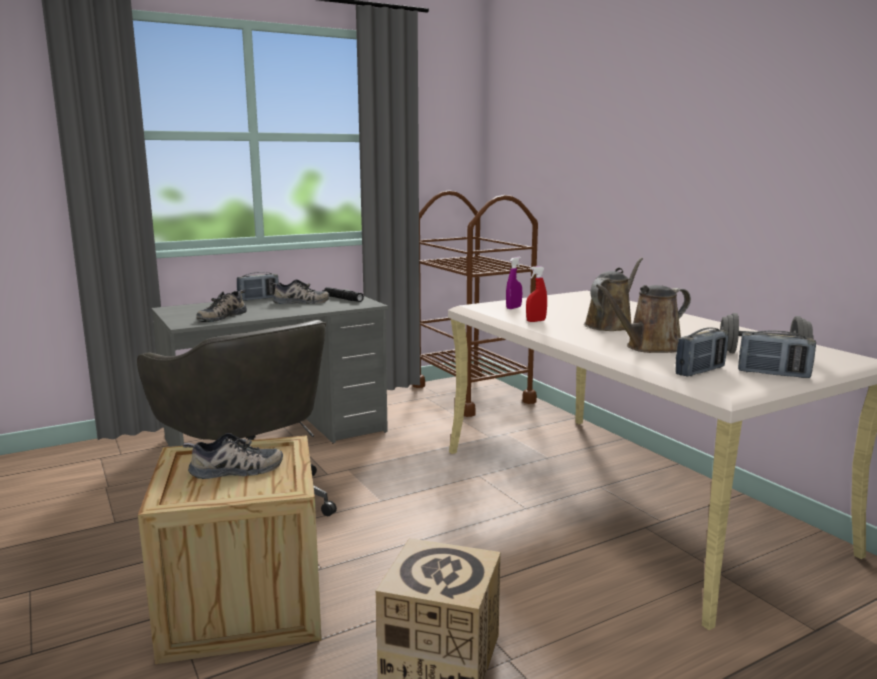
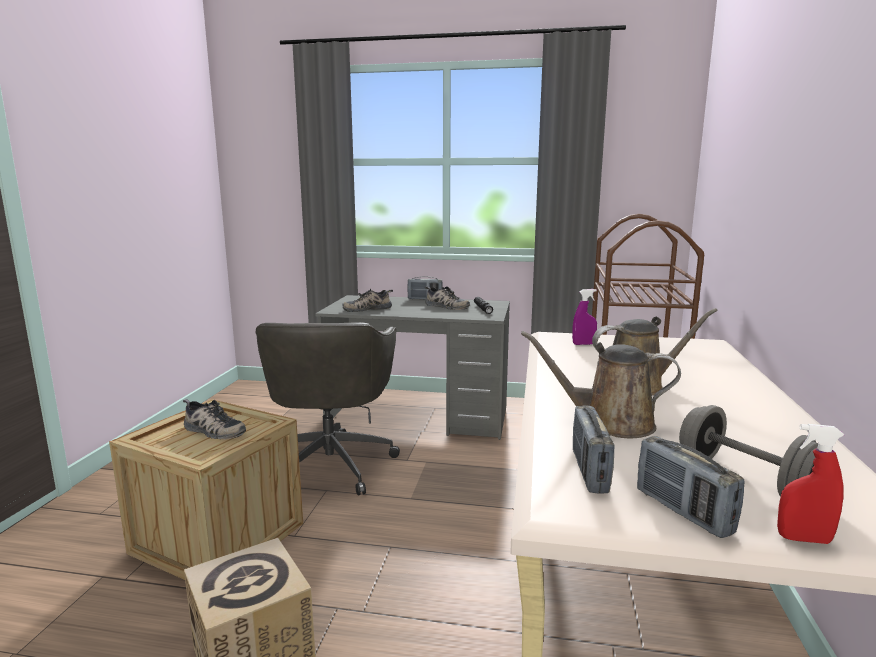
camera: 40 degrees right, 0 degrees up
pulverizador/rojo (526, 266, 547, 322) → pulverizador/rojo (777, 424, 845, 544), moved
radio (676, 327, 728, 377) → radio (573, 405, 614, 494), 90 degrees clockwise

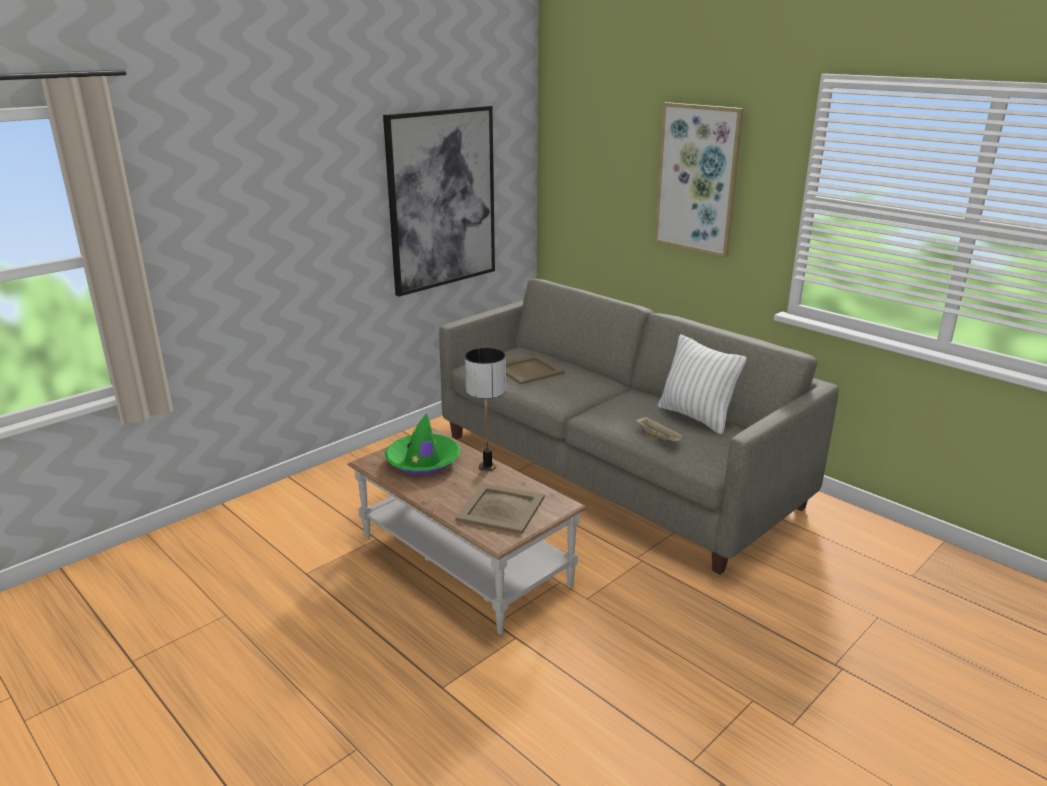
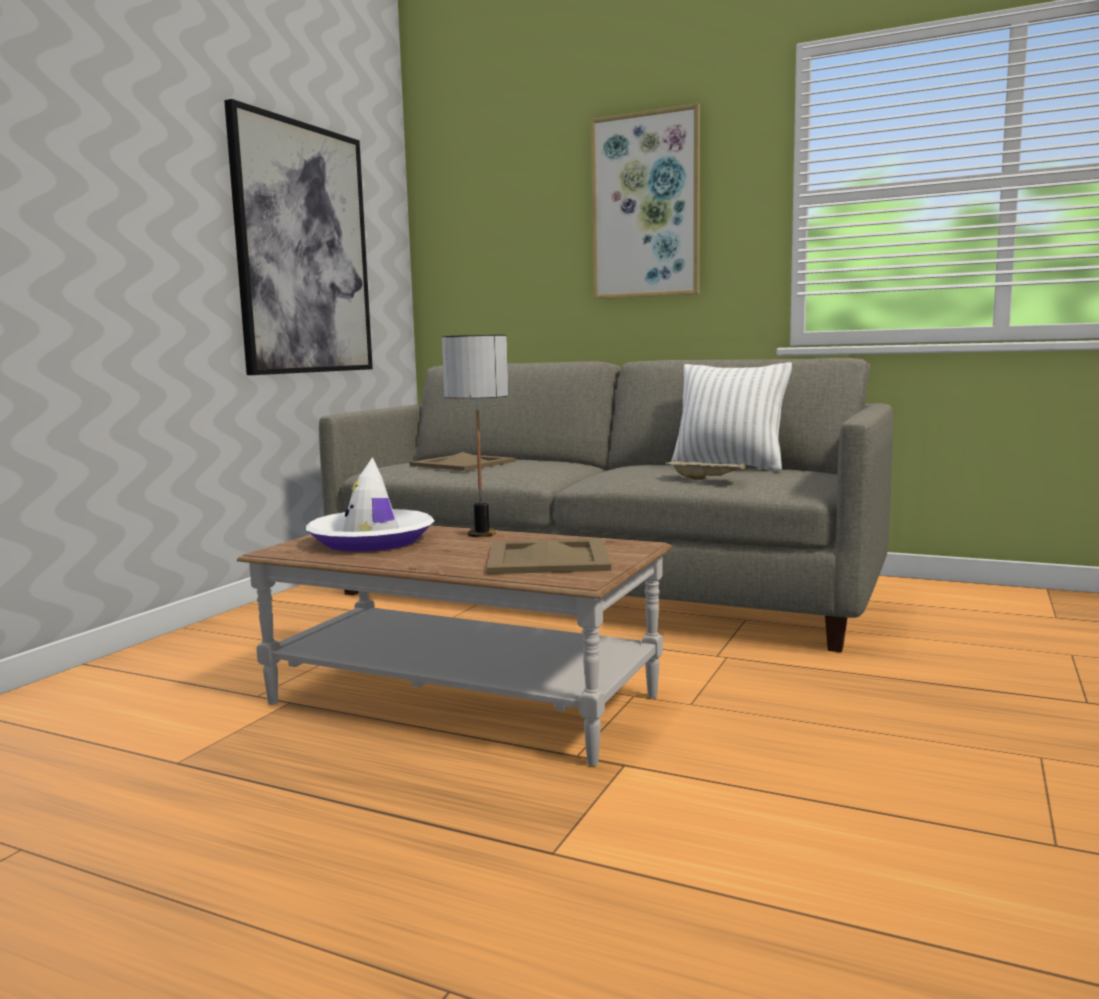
camera: 20 degrees left, 15 degrees down
sombrero/verde (385, 413, 461, 475) → sombrero/blanco (306, 457, 435, 552)

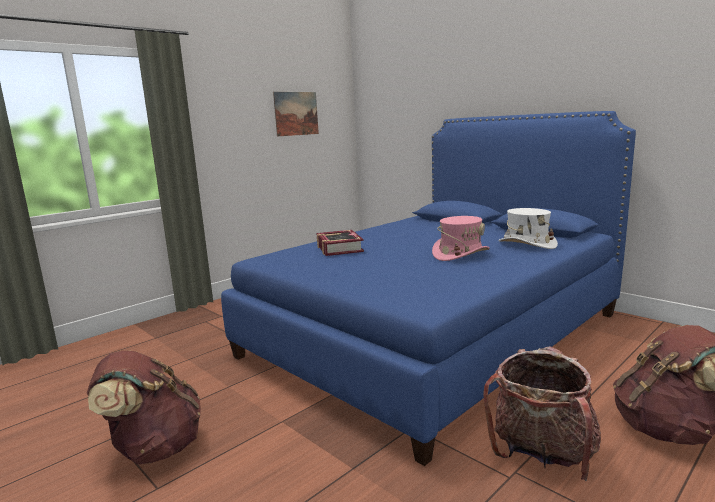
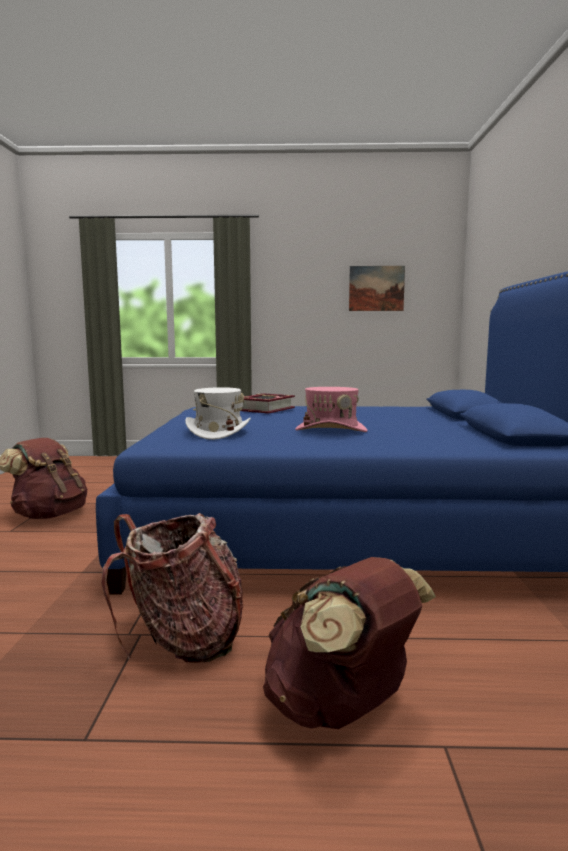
camera: 45 degrees right, 5 degrees down
sombrero/blanco (499, 208, 558, 249) → sombrero/blanco (185, 387, 251, 440), moved

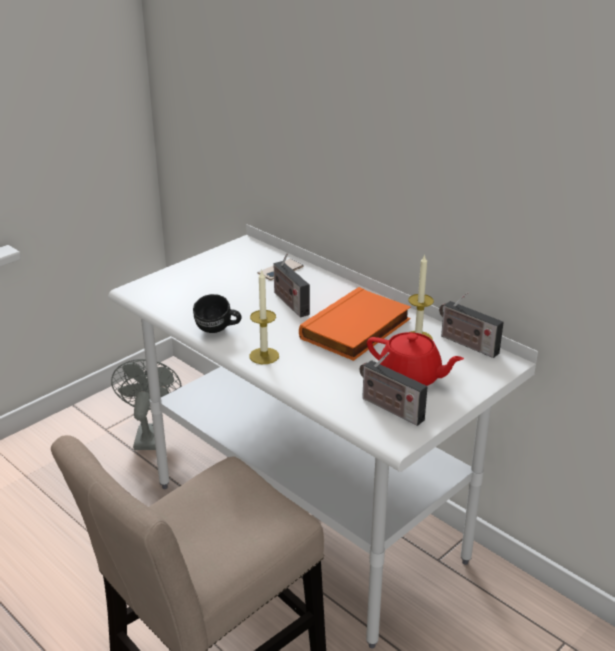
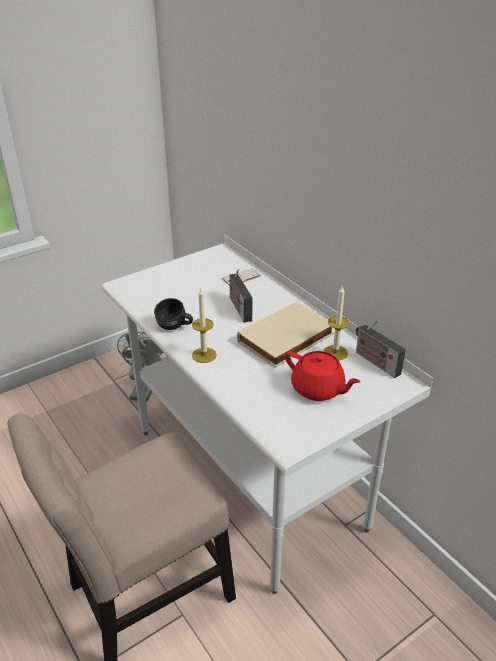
camera: 10 degrees right, 5 degrees up
libro/naranja (299, 287, 411, 361) → libro/beis (237, 301, 334, 368)
radio (360, 352, 428, 426) → -

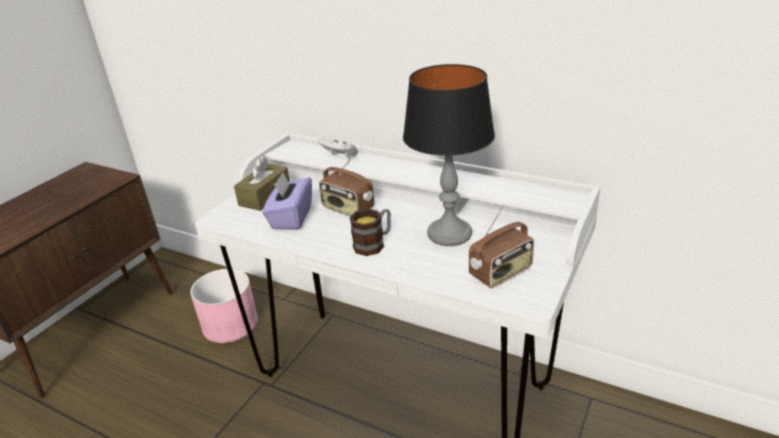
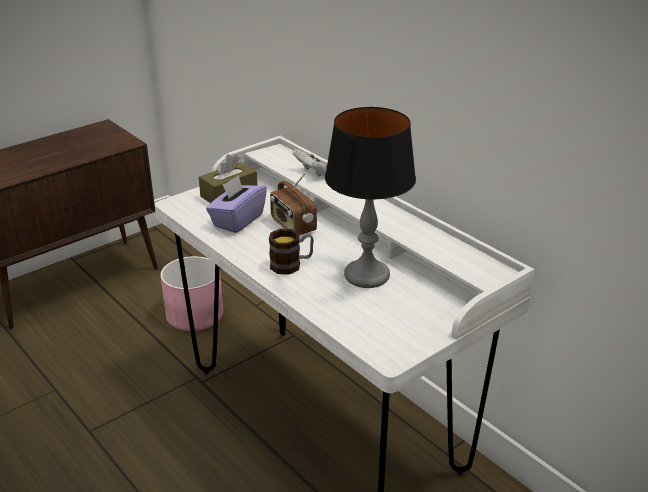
camera: 20 degrees right, 0 degrees up
radio (469, 204, 534, 288) → -

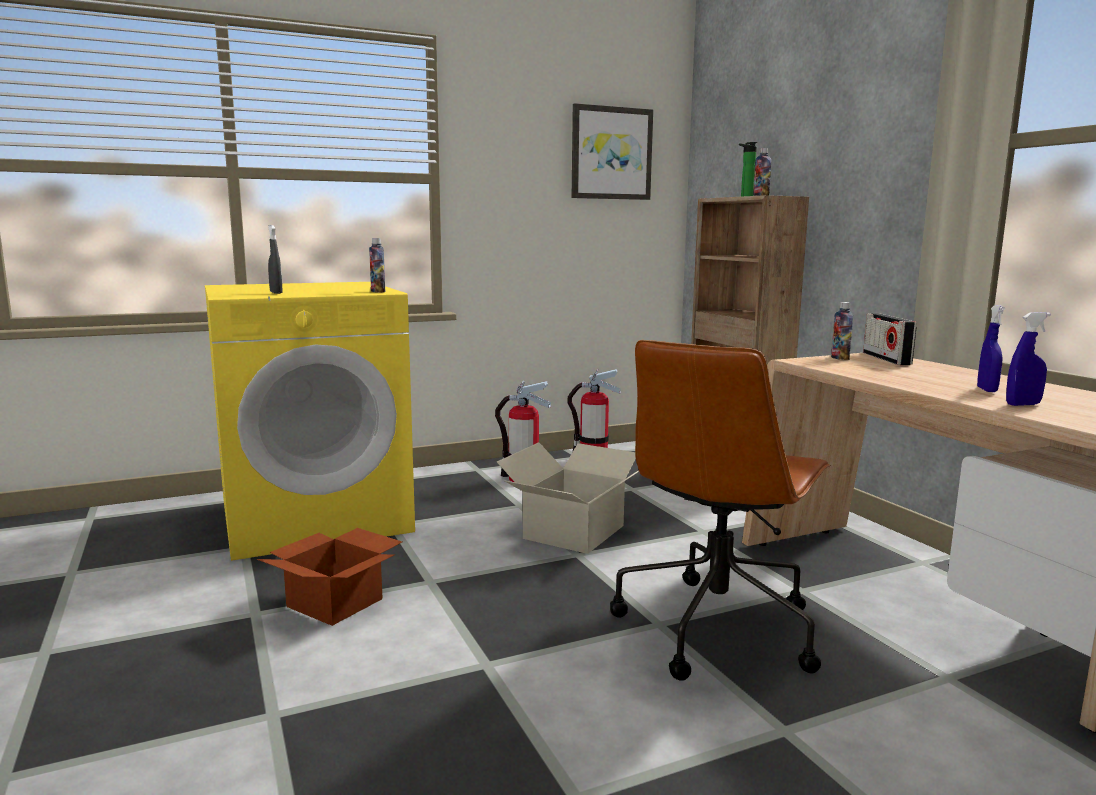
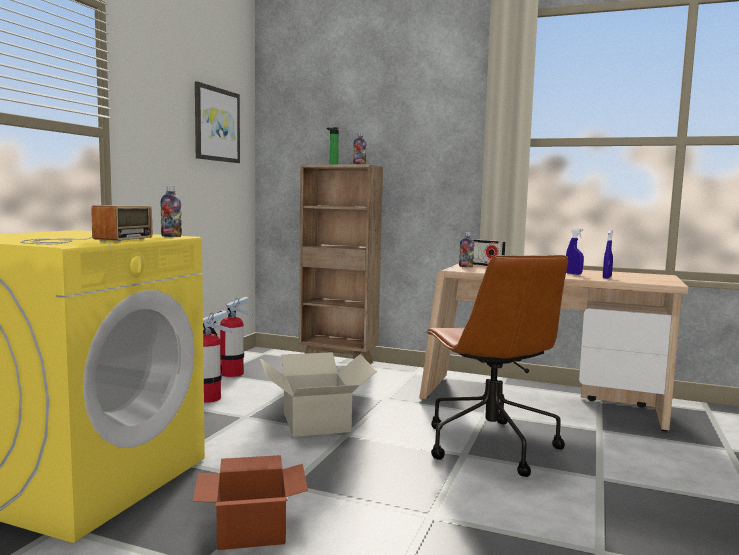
camera: 45 degrees left, 5 degrees down
pulverizador/gris (268, 225, 283, 294) → radio (20, 205, 152, 244)

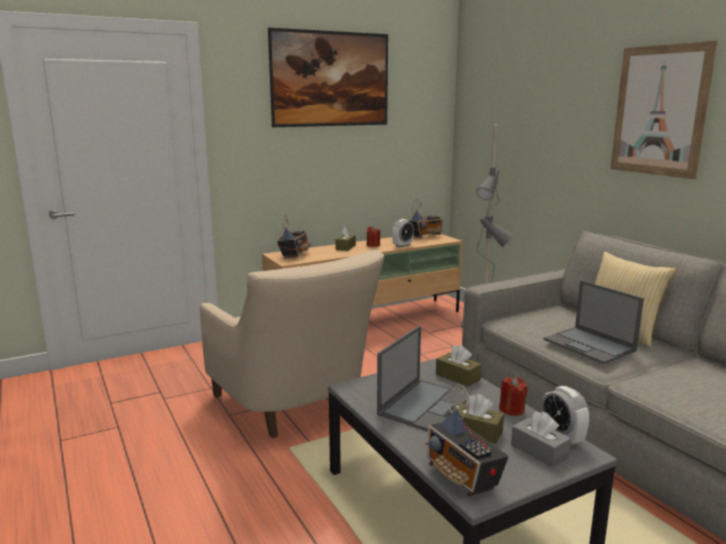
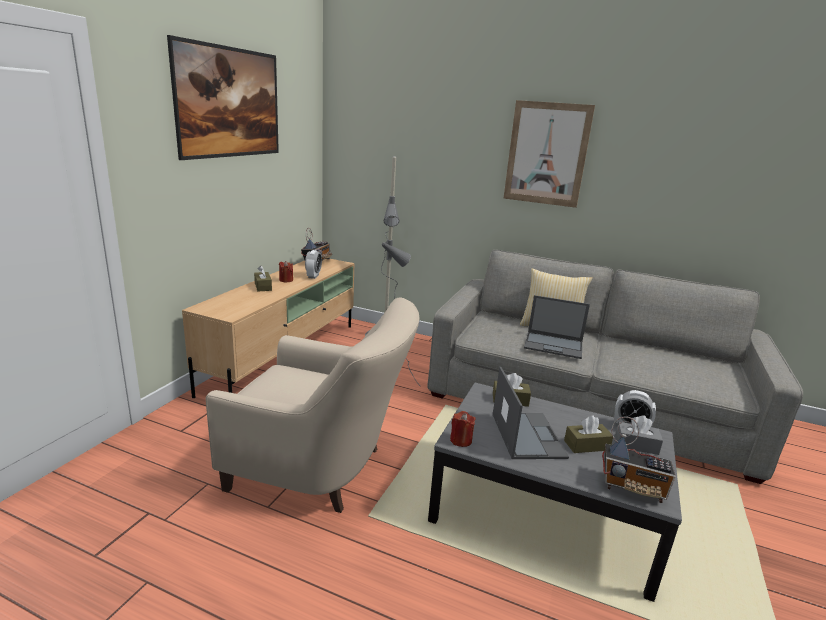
camera: 40 degrees left, 5 degrees up
radio (277, 215, 311, 258) → -
vela/rojo (499, 377, 528, 416) → vela/rojo (450, 411, 476, 447), moved

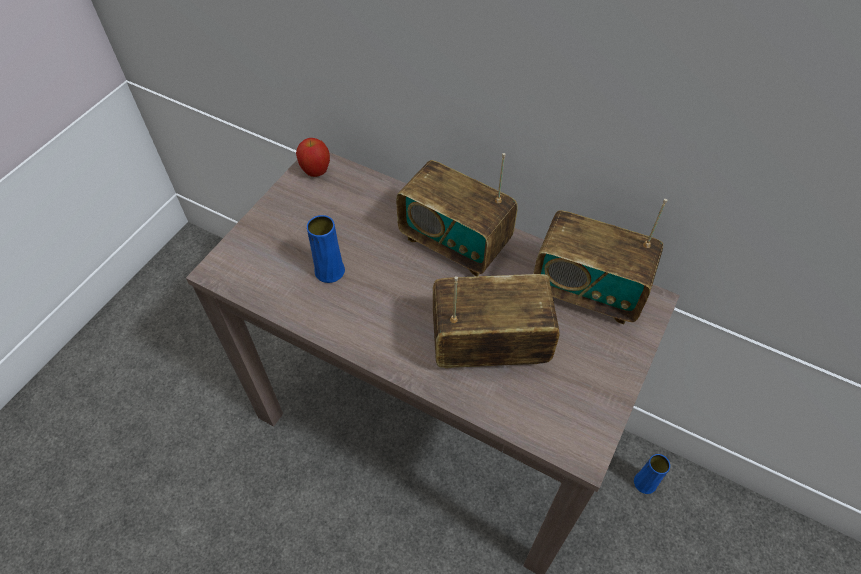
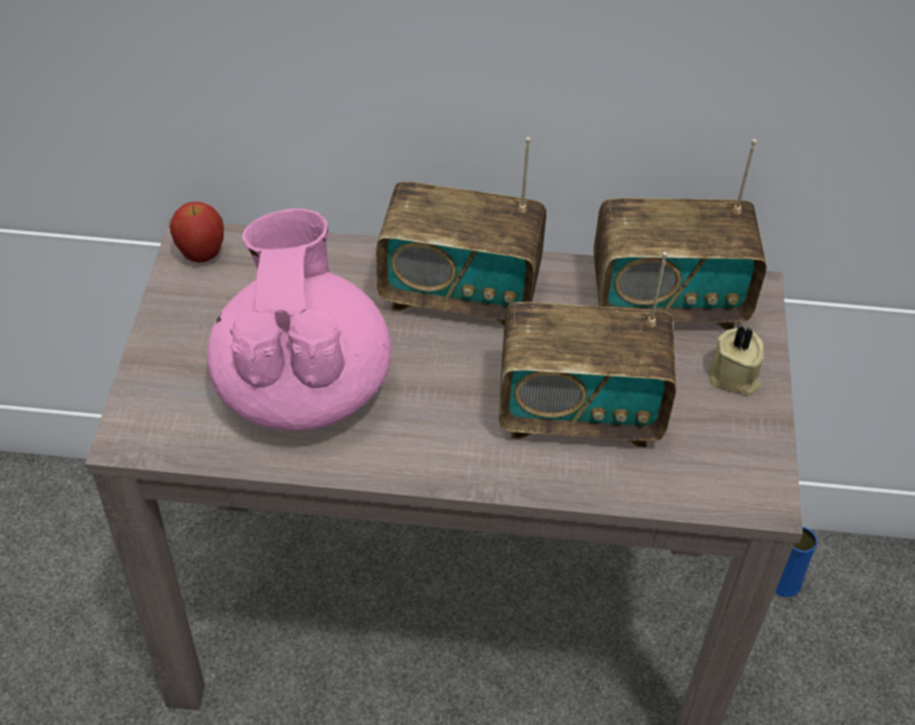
camera: 25 degrees left, 5 degrees down
florero/azul (307, 215, 345, 283) → tetera/rosa (207, 208, 391, 431)
radio (433, 274, 559, 368) → radio (499, 252, 676, 447), 150 degrees counterclockwise
- → vela/beis (709, 325, 764, 396)

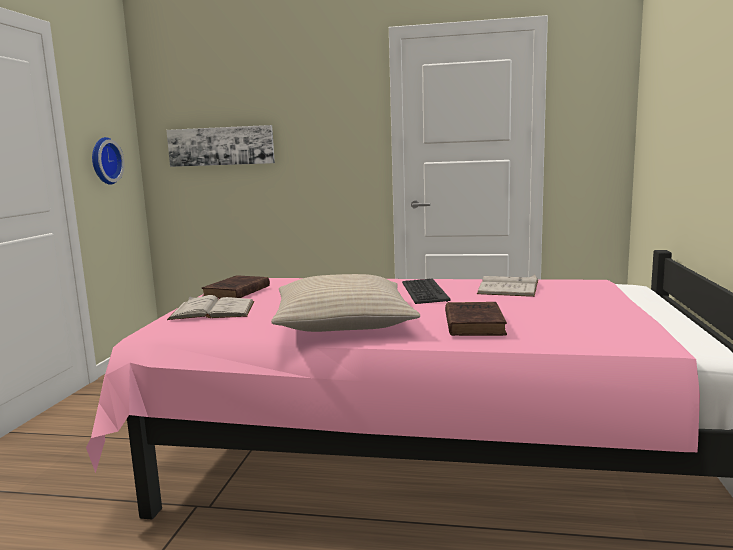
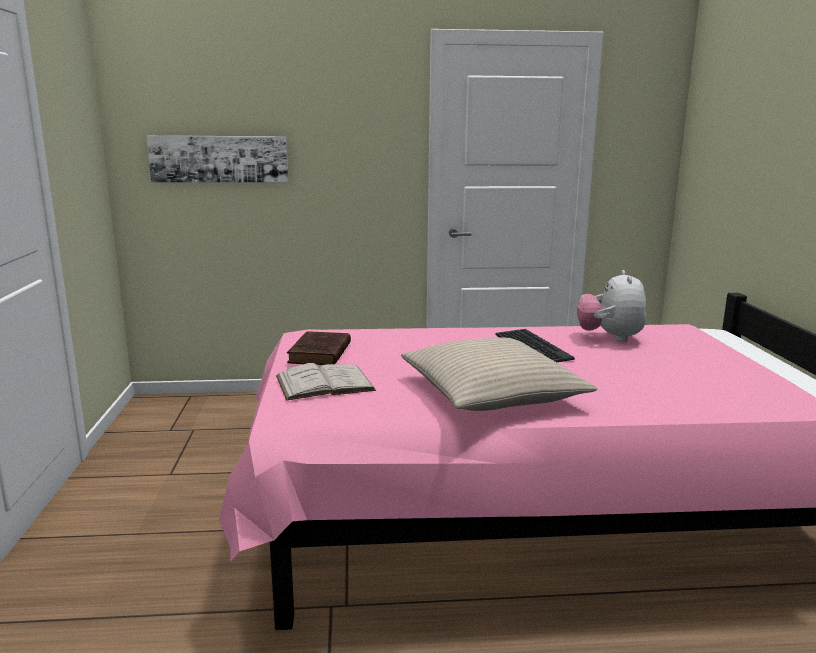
camera: 15 degrees left, 5 degrees up
reloj de pared (92, 137, 125, 185) → -
libro/blanco (477, 274, 538, 297) → peluche (577, 270, 646, 342)
libro/marrón (445, 302, 507, 336) → -

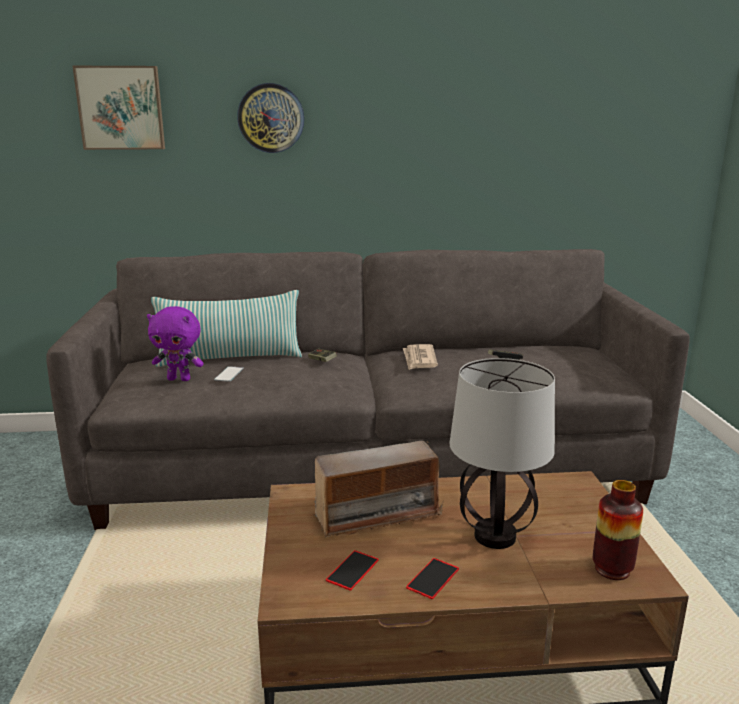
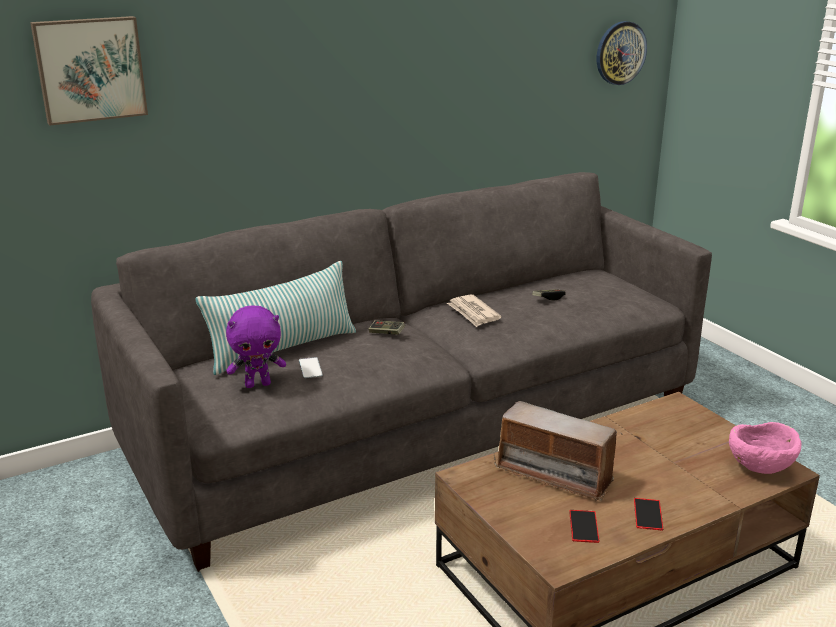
camera: 25 degrees left, 5 degrees up
reloj de pared (237, 83, 304, 153) → reloj de pared (597, 21, 647, 85), moved
lámpara de mesa (450, 358, 555, 549) → -
radio (312, 441, 444, 537) → radio (493, 401, 623, 501), 75 degrees clockwise
florero (592, 480, 643, 580) → cuenco/rosa (729, 422, 801, 474)

